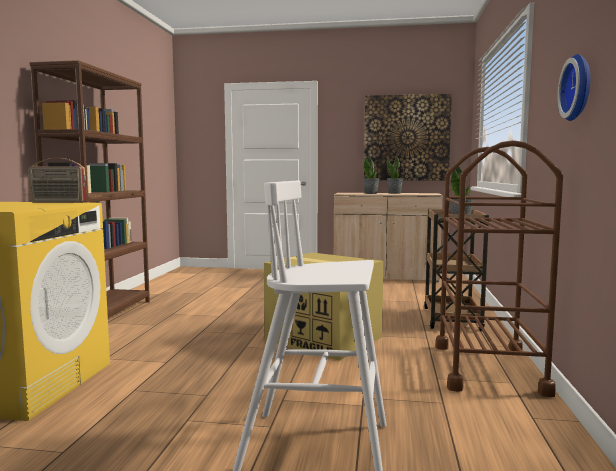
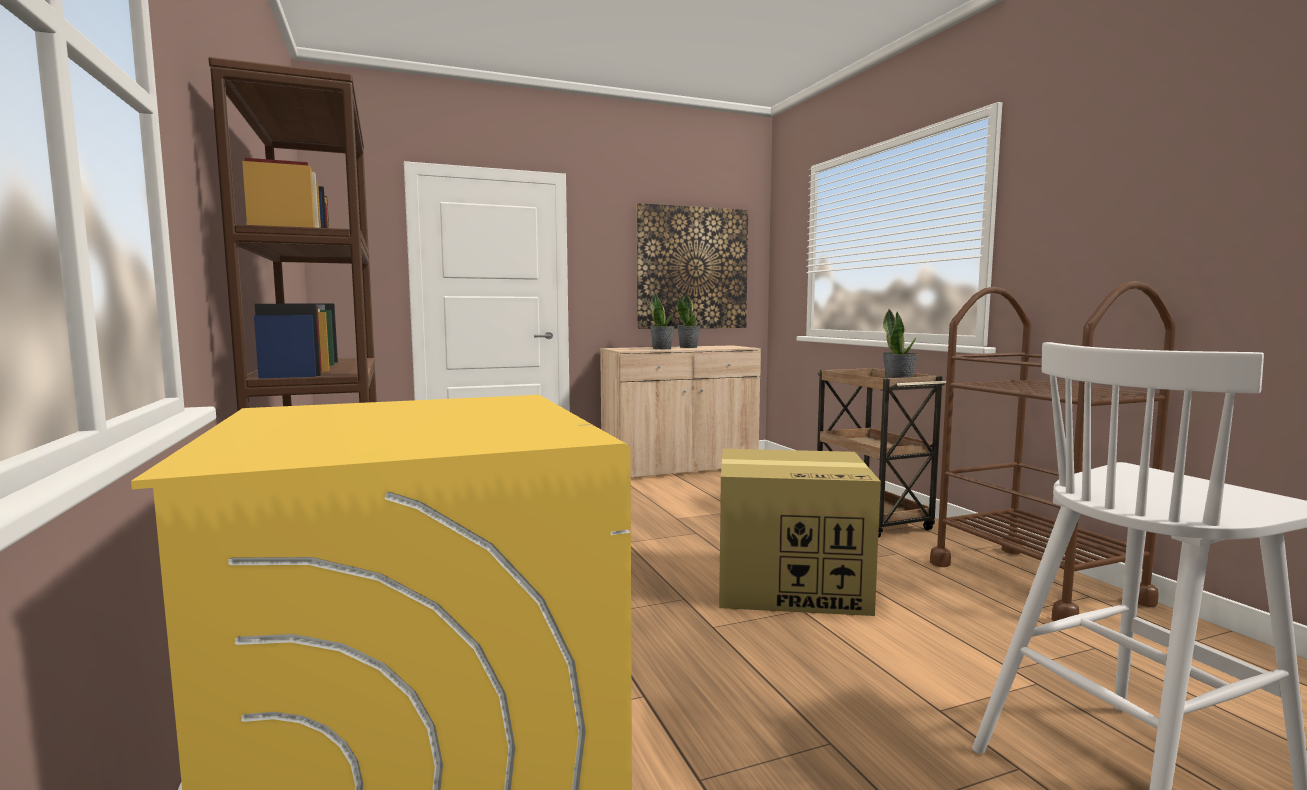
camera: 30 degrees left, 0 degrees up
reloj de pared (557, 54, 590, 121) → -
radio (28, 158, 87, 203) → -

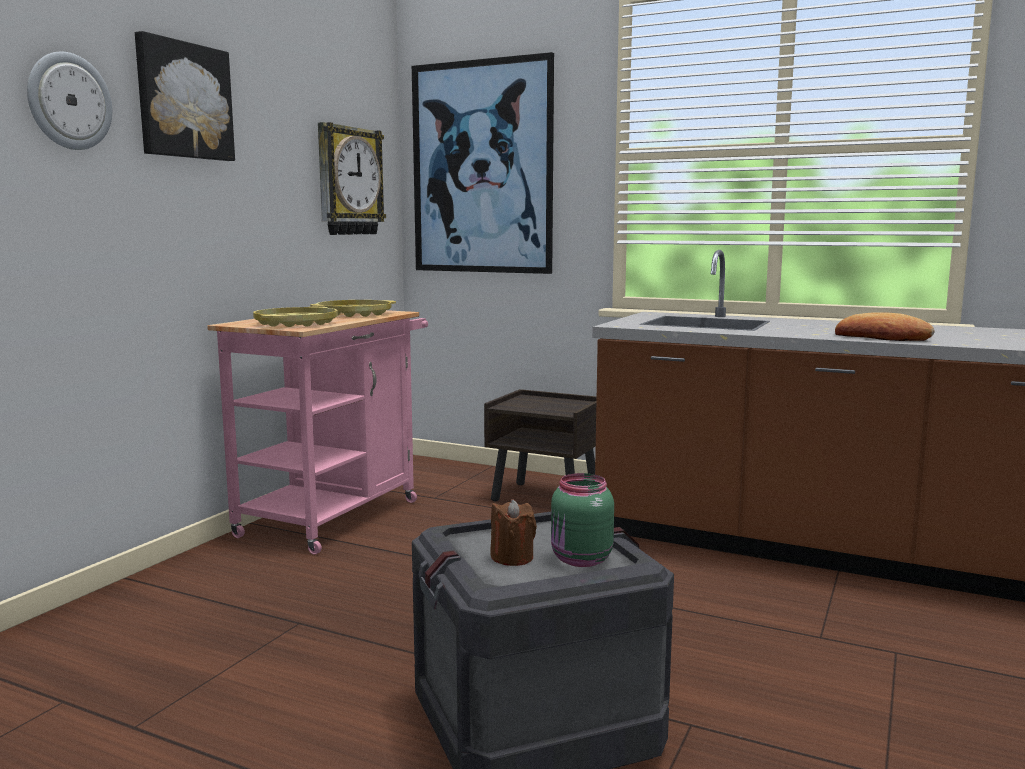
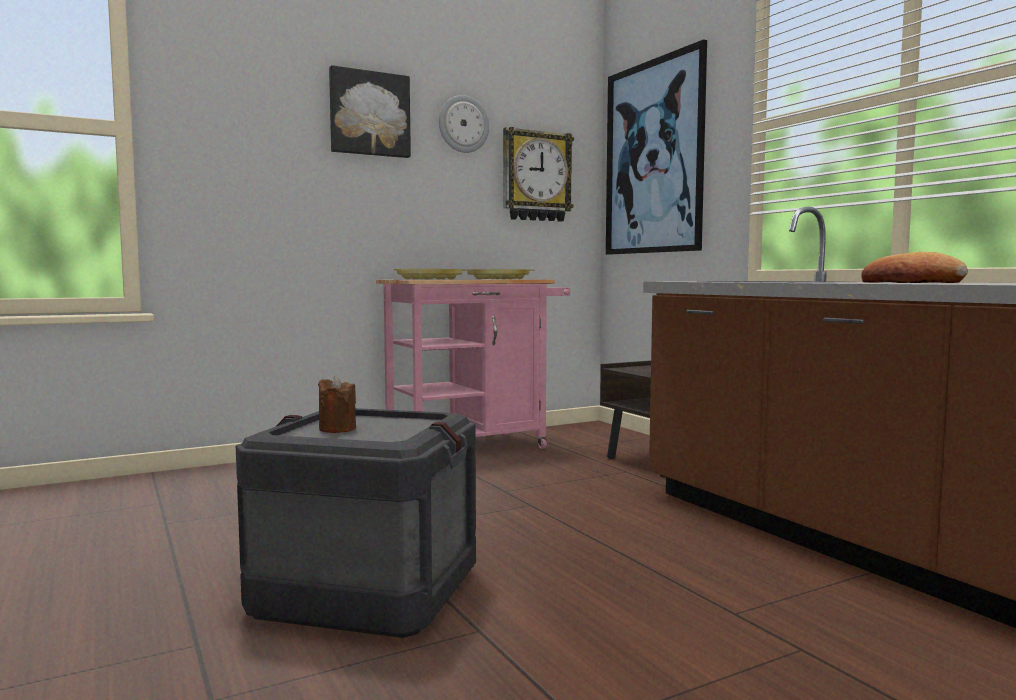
camera: 35 degrees right, 5 degrees down
reloj de pared (27, 52, 112, 150) → reloj de pared (439, 95, 489, 153), moved
tarro/verde (551, 473, 614, 567) → -

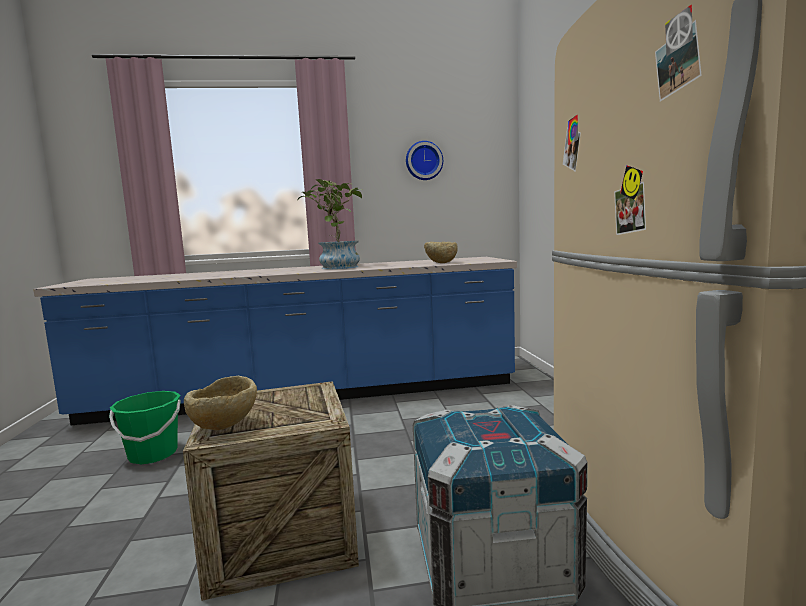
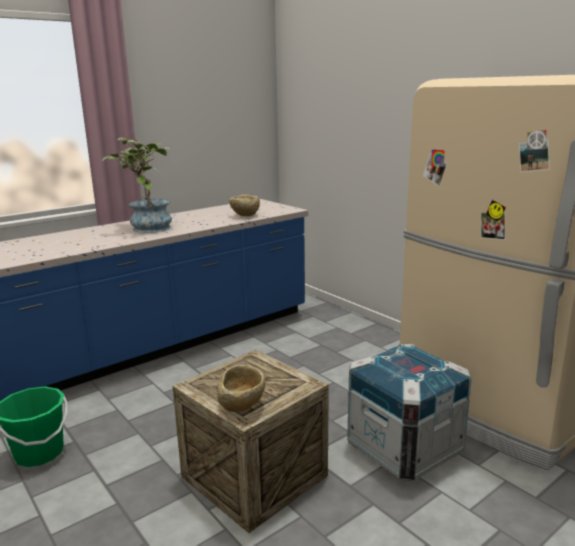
camera: 30 degrees left, 10 degrees up
reloj de pared (406, 141, 443, 180) → -

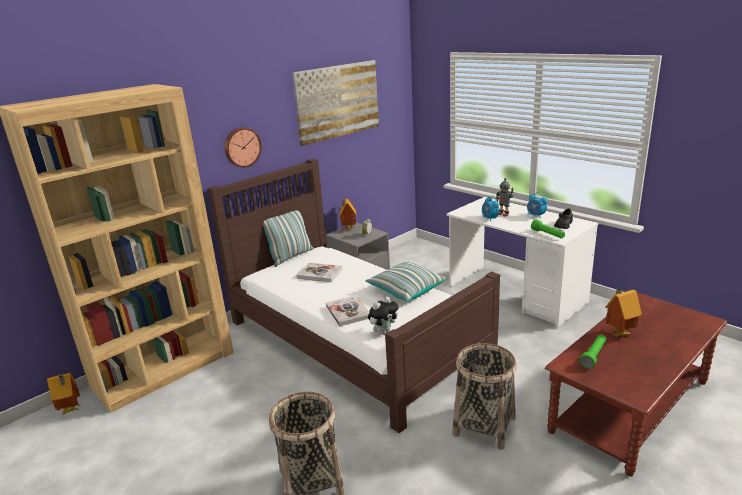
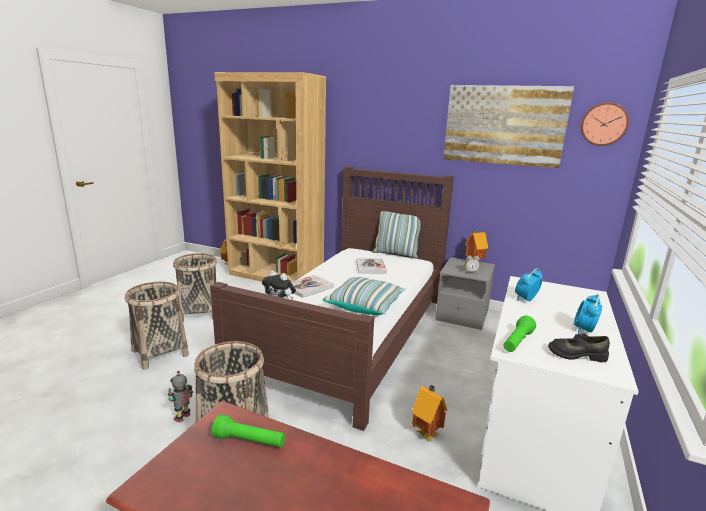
camera: 65 degrees right, 5 degrees down
reloj de pared (225, 127, 262, 168) → reloj de pared (581, 102, 629, 146), moved
robot de juguete (496, 178, 514, 217) → robot de juguete (168, 371, 193, 423), moved
casita (605, 288, 642, 338) → casita (412, 385, 448, 441), moved
- → cesta (173, 253, 217, 322)

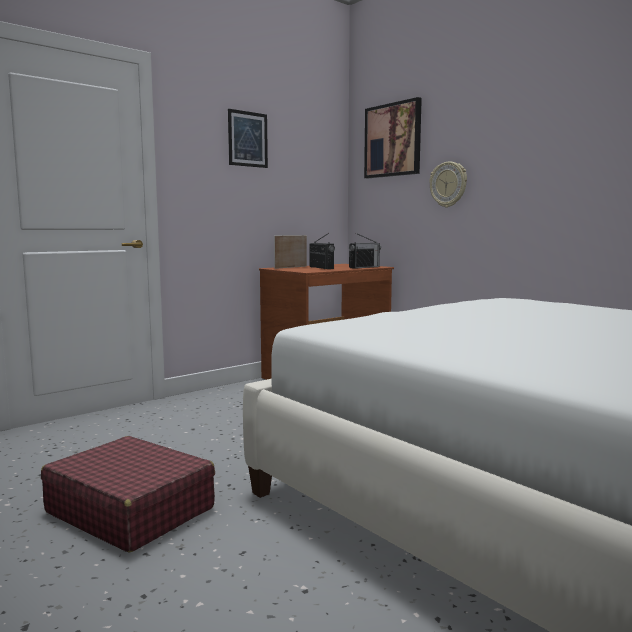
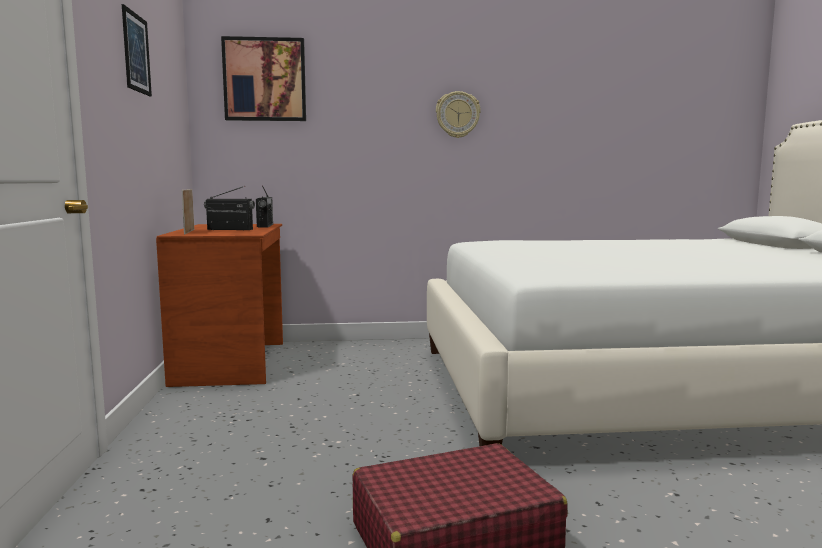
camera: 55 degrees left, 0 degrees up
reloj de pared (429, 161, 467, 208) → reloj de pared (436, 91, 481, 138), moved

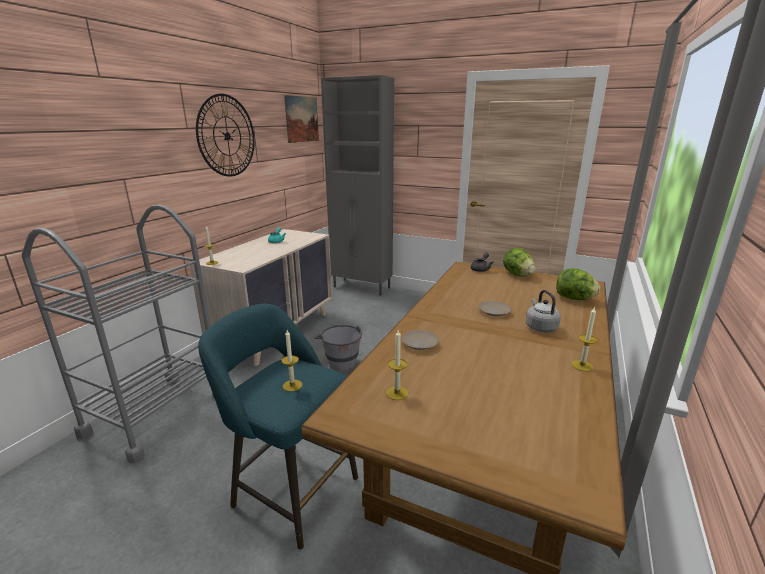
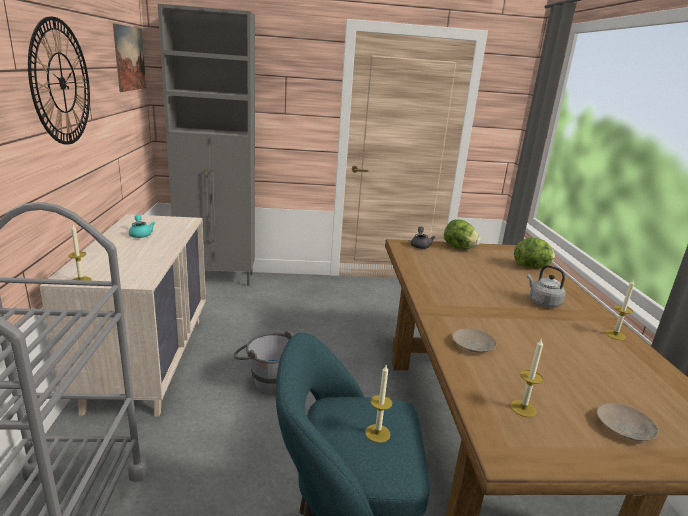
camera: 30 degrees left, 0 degrees up
plato/beis (478, 301, 511, 316) → plato/beis (597, 403, 659, 441), moved

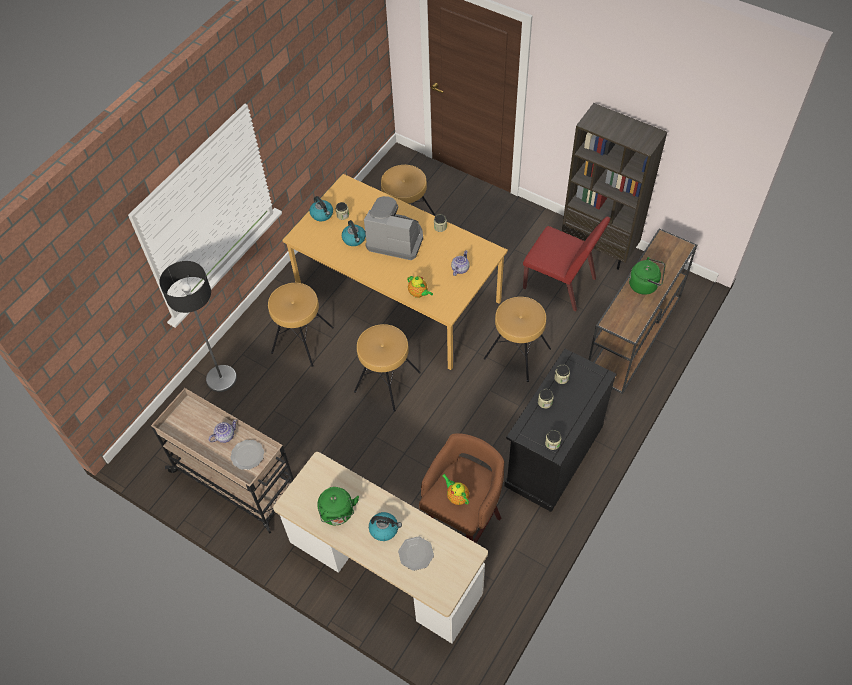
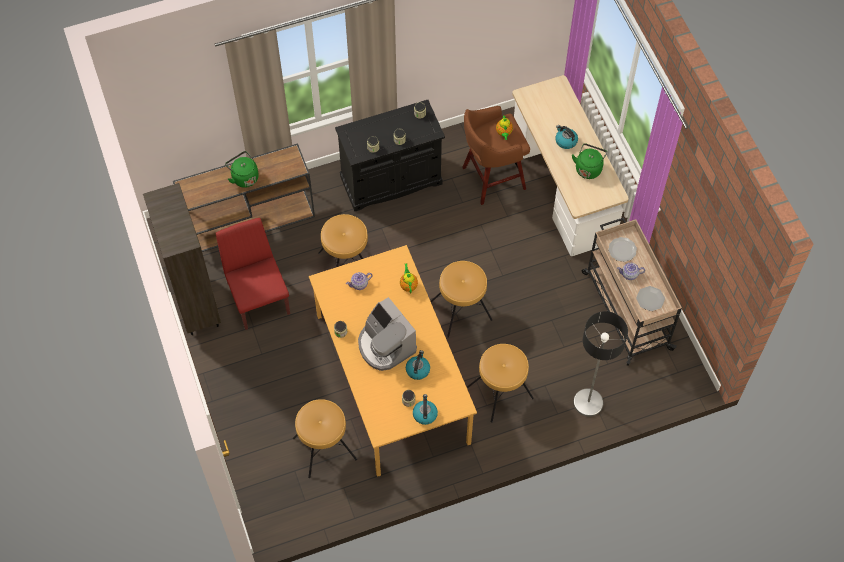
camera: 145 degrees left, 5 degrees up
plato (398, 536, 434, 571) → plato (636, 286, 665, 311), moved

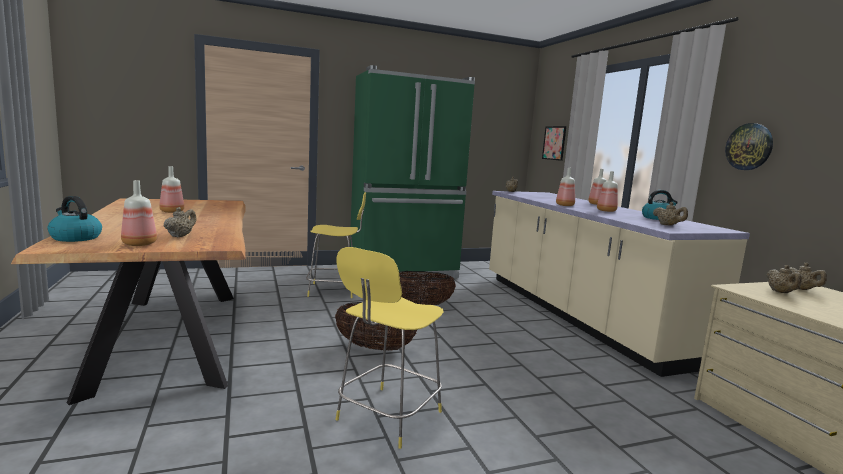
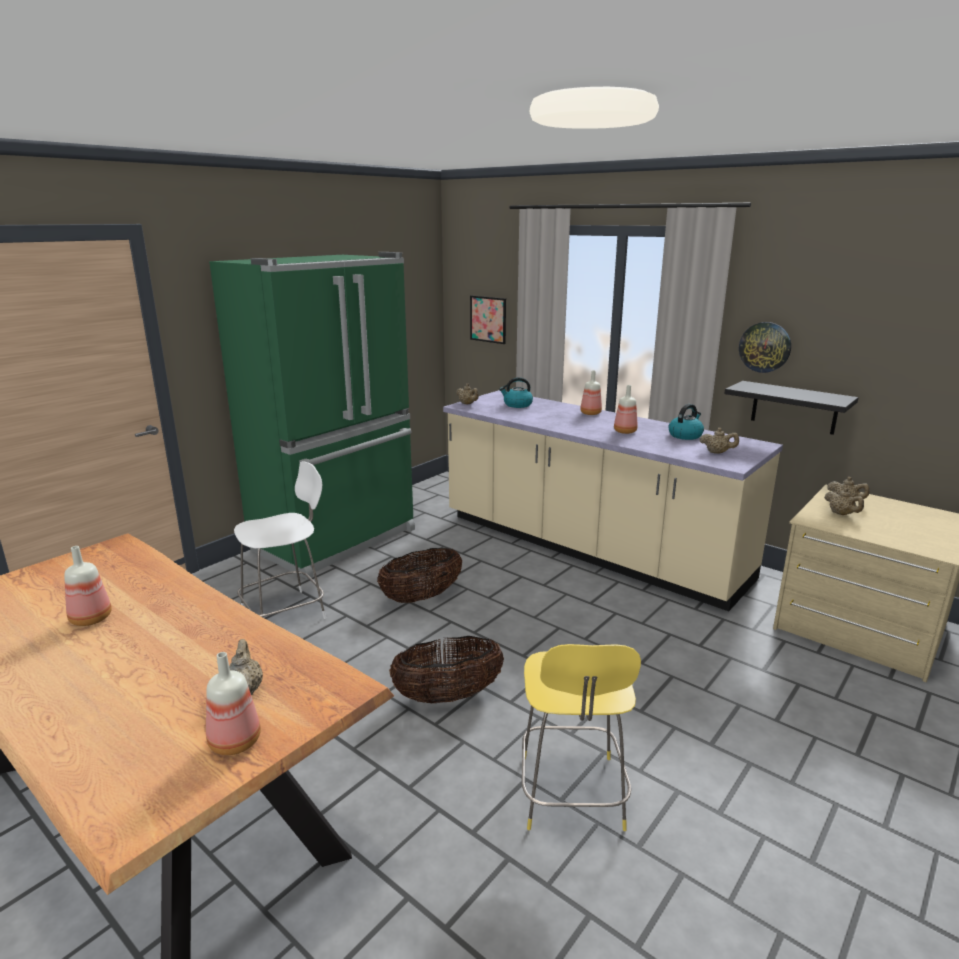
camera: 30 degrees left, 10 degrees up
botella (556, 168, 575, 206) → -
taburete/amarillo (306, 192, 366, 298) → taburete/blanco (234, 461, 326, 619)
hervidor (48, 196, 102, 242) → hervidor (499, 377, 533, 408), moved
- → estante/negro (724, 381, 858, 435)

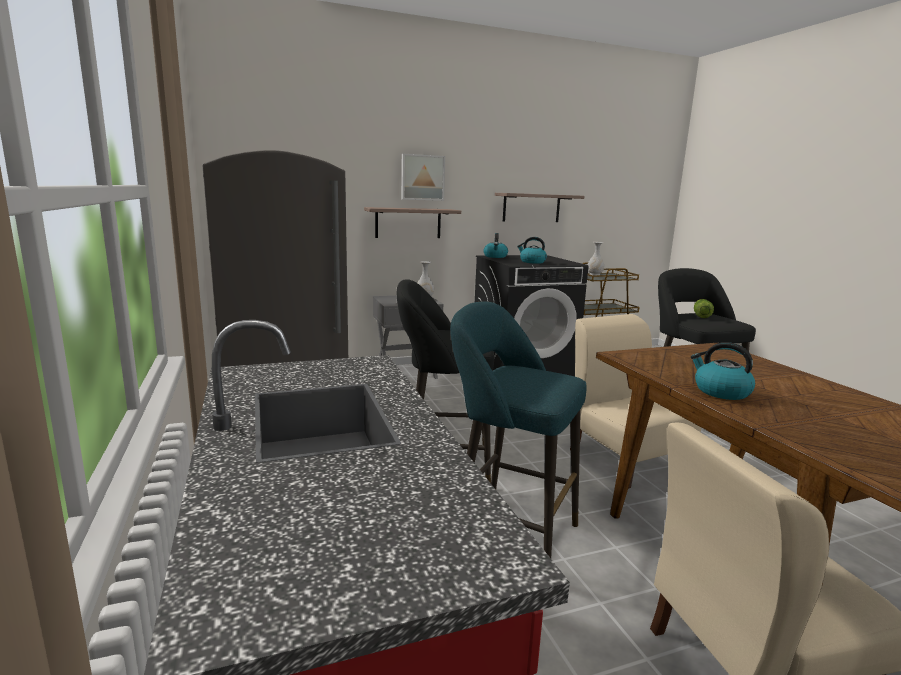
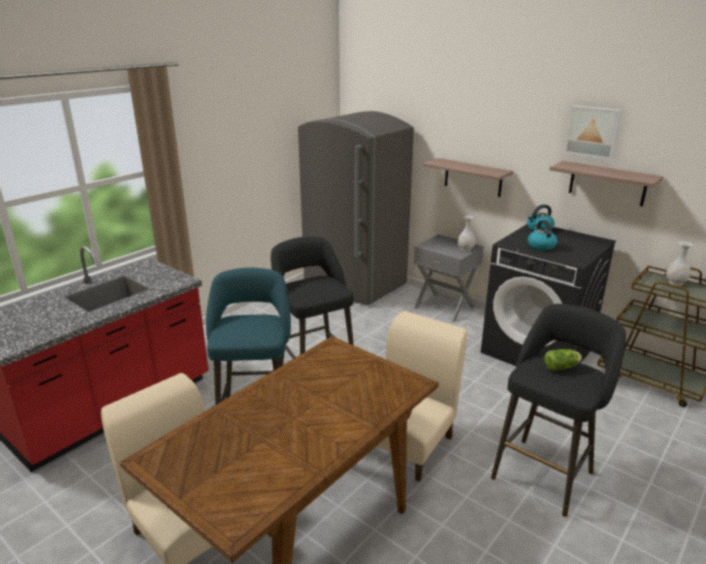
camera: 60 degrees right, 10 degrees up
cuadro (401, 154, 445, 201) → cuadro (564, 105, 622, 160), moved
hervidor (691, 342, 755, 400) → -

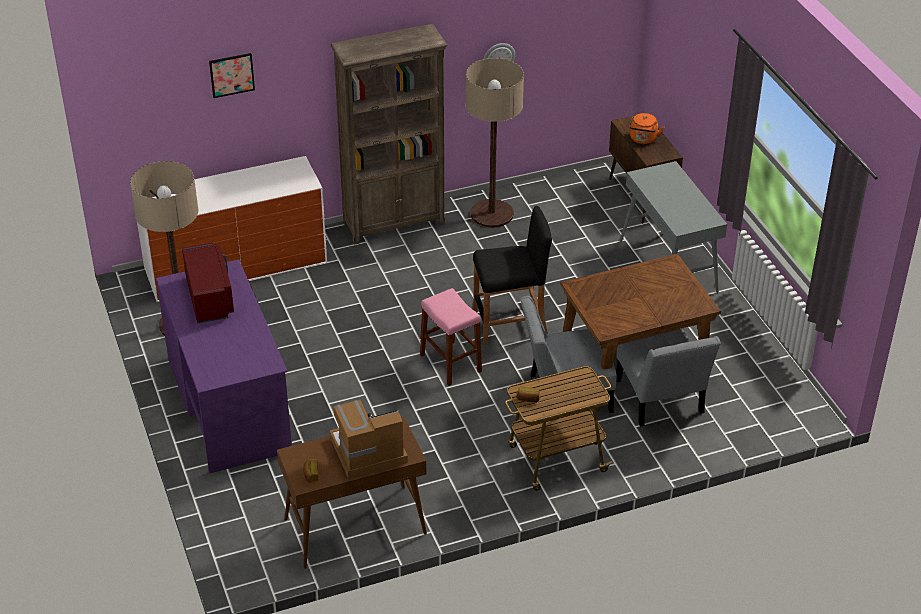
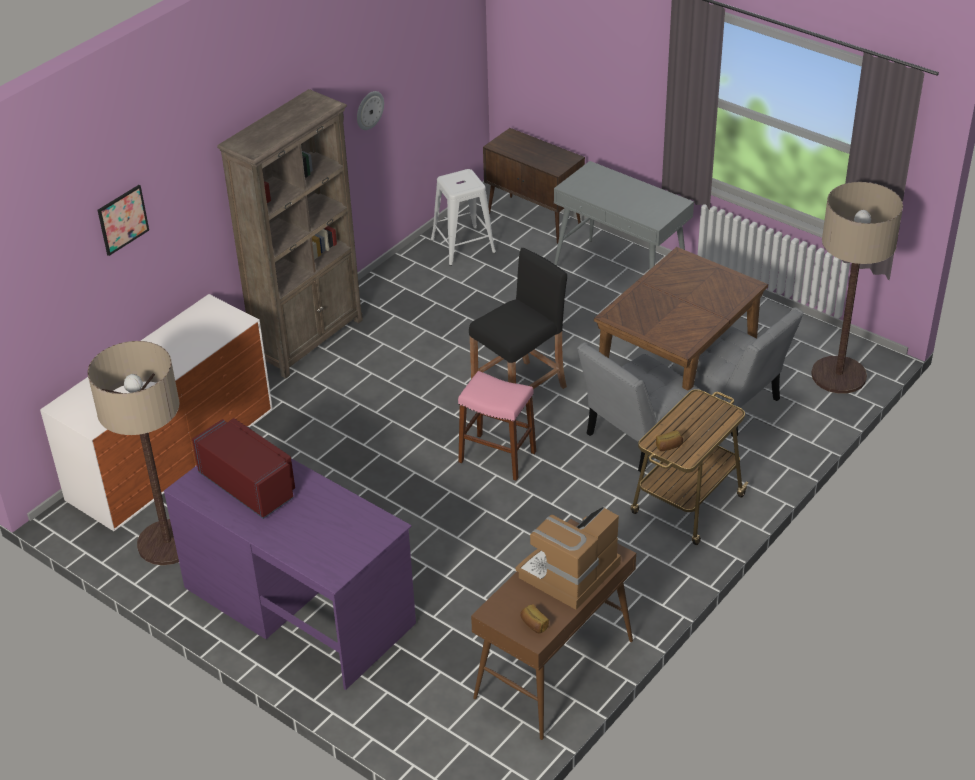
camera: 30 degrees left, 0 degrees up
lámpara de pie (465, 58, 524, 228) → lámpara de pie (811, 182, 903, 394), moved
hervidor/naranja (629, 113, 664, 144) → -
- → taburete/blanco (431, 169, 496, 266)

